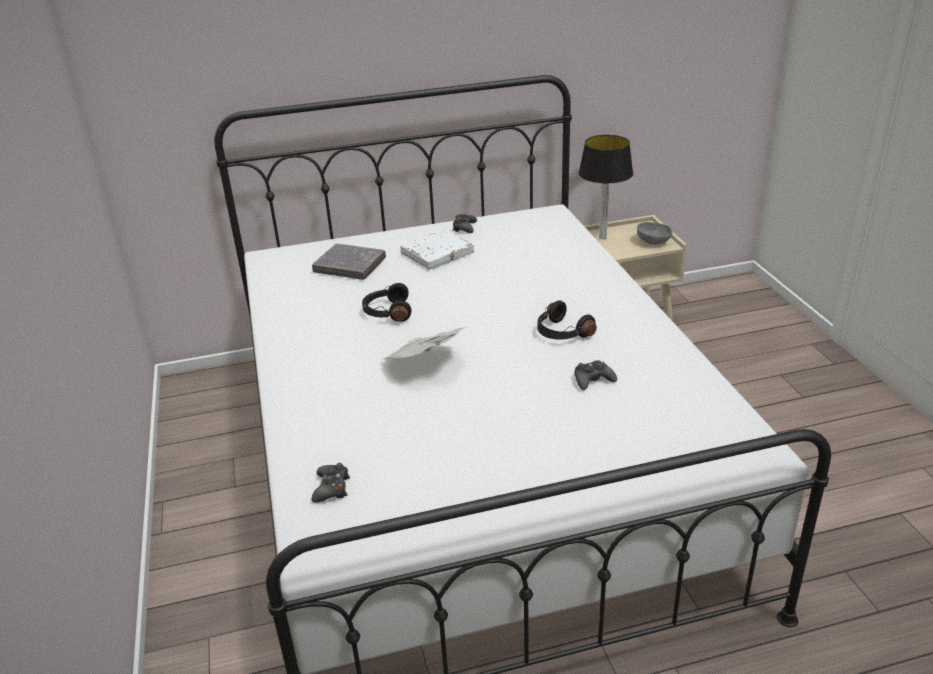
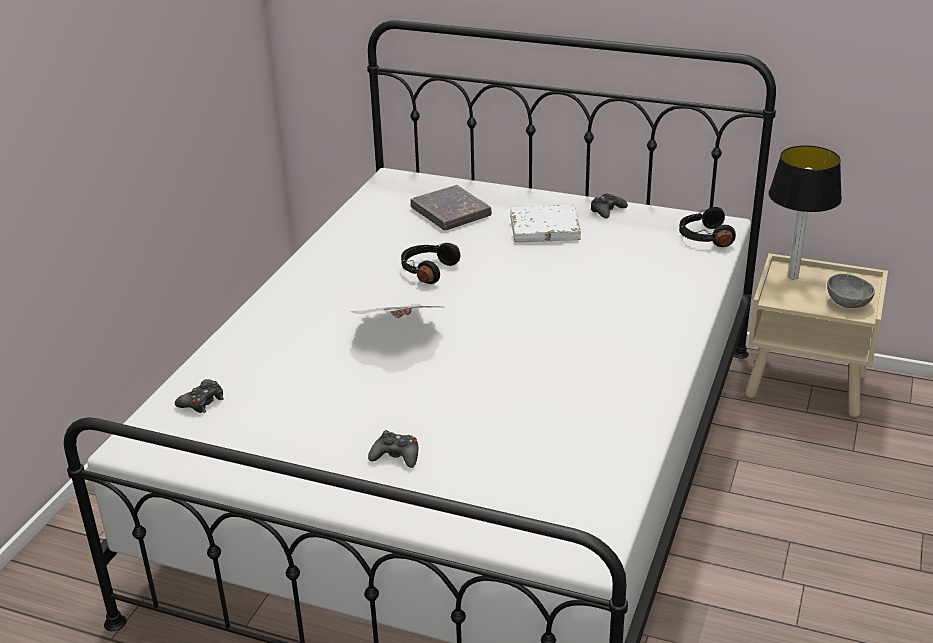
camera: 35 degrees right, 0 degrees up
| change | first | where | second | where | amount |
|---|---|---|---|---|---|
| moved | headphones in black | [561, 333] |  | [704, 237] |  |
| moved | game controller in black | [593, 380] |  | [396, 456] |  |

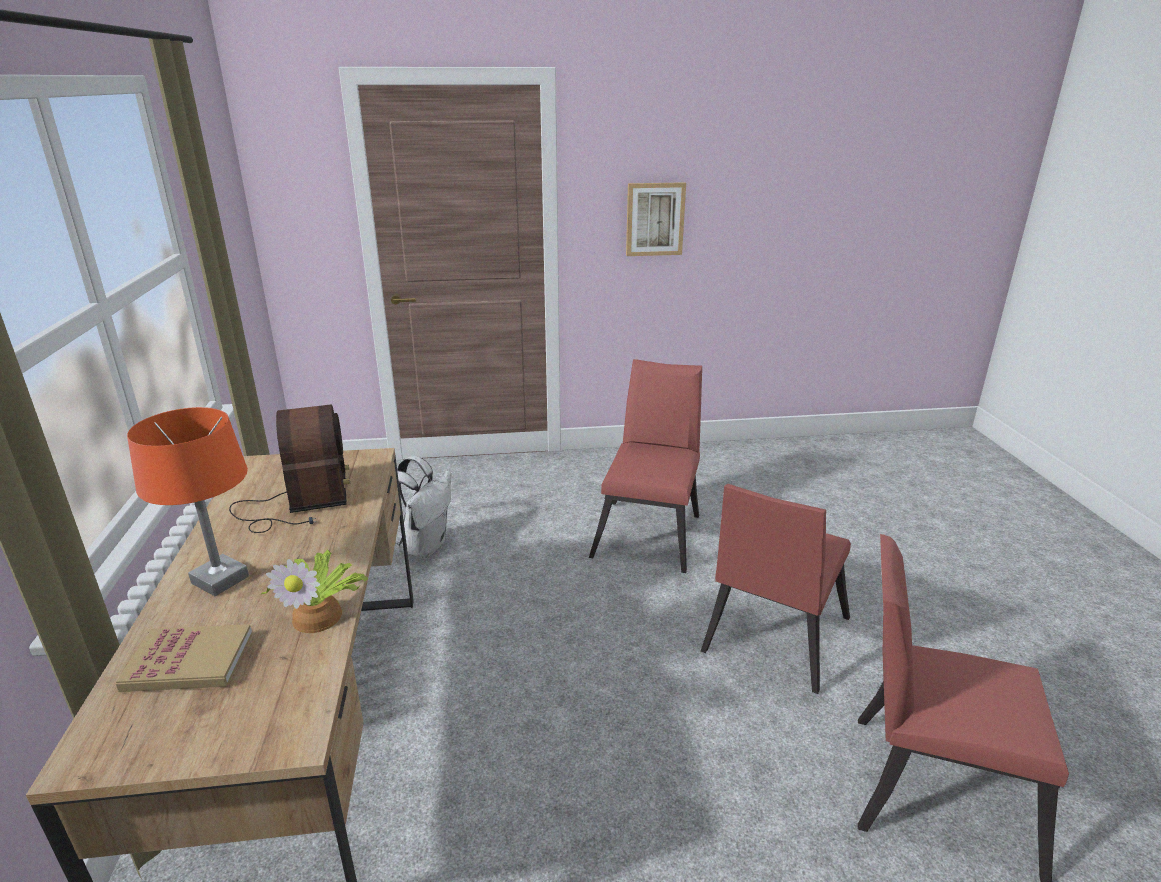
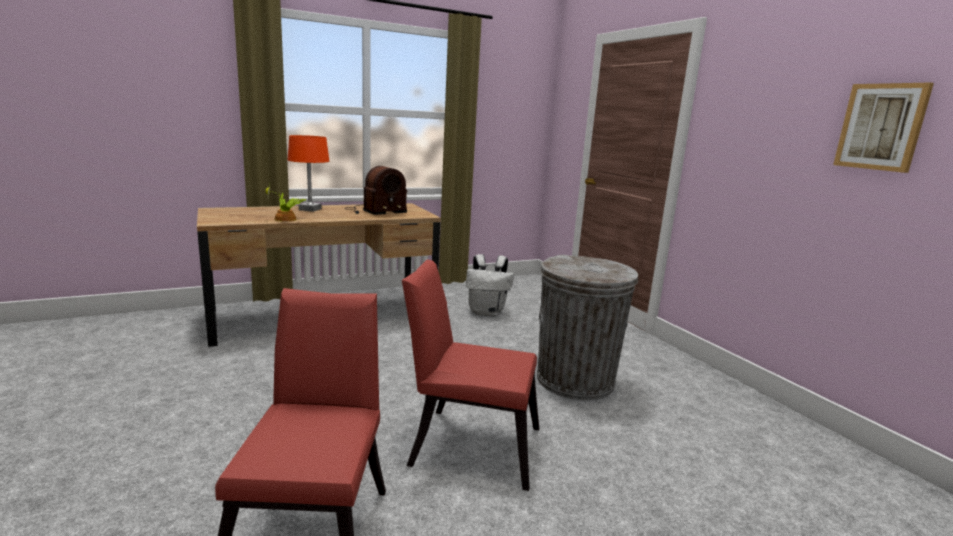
camera: 70 degrees right, 10 degrees down
| change | first | where | second | where | amount |
|---|---|---|---|---|---|
| removed | book | [189, 662] |  |  |  |
| replaced | chair in red | [650, 531] | trash can in grey | [575, 380] |  |
| moved | picture | [654, 219] |  | [881, 127] |  |

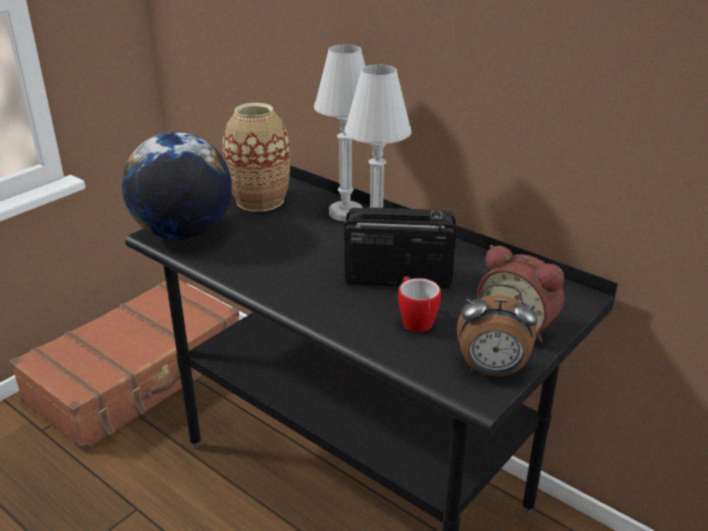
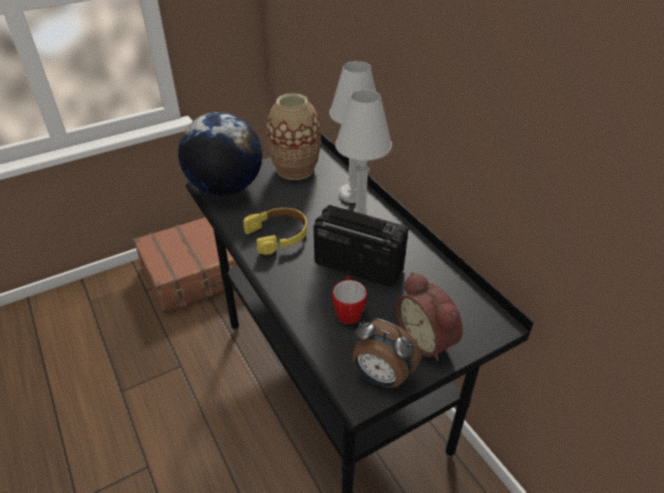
camera: 20 degrees right, 10 degrees up
| change | first | where | second | where | amount |
|---|---|---|---|---|---|
| added |  |  | headphones in yellow | [278, 235] |  |

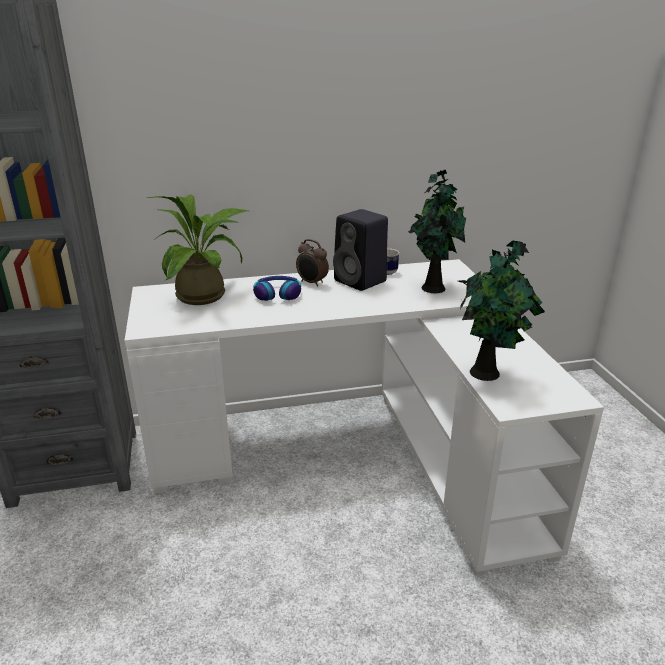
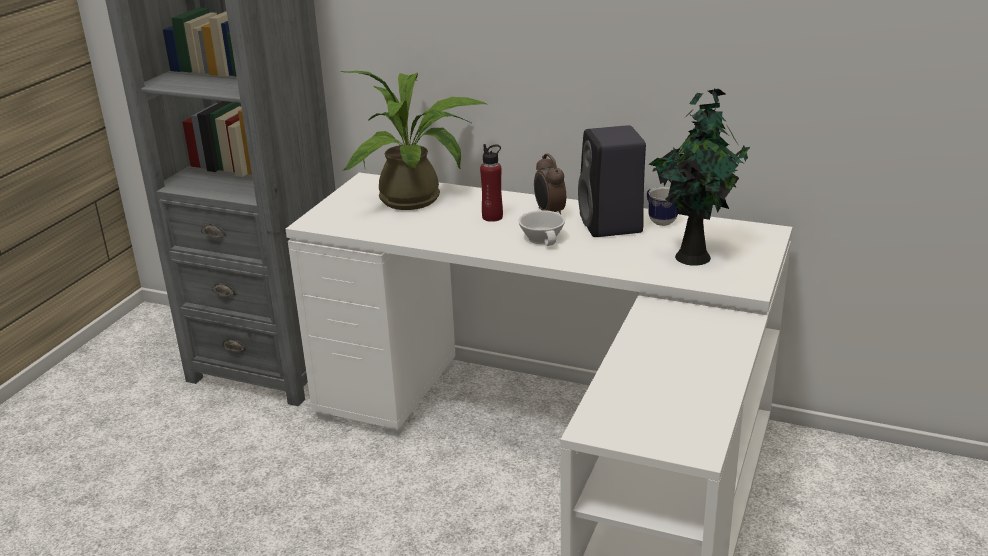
camera: 35 degrees right, 0 degrees up
| change | first | where | second | where | amount |
|---|---|---|---|---|---|
| replaced | headphones | [277, 294] | bottle in red | [492, 217] |  |
| removed | potted plant | [487, 373] |  |  |  |
| added |  |  | cup in white | [544, 238] |  |

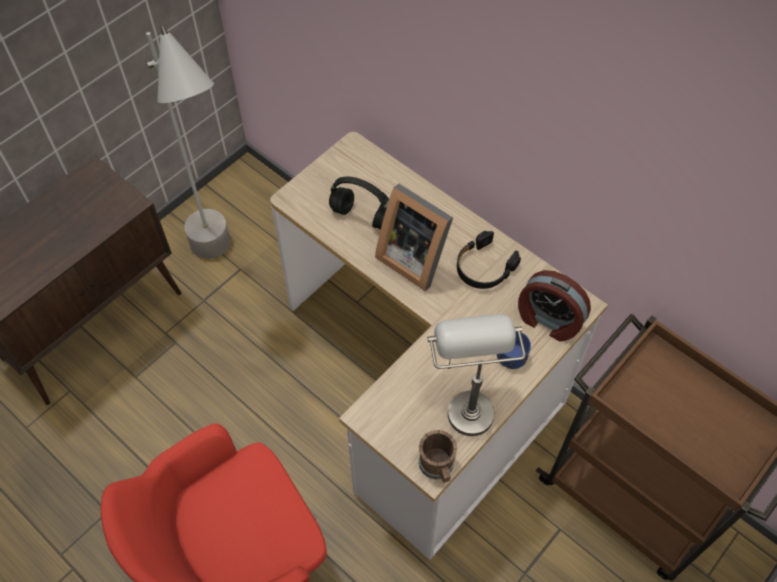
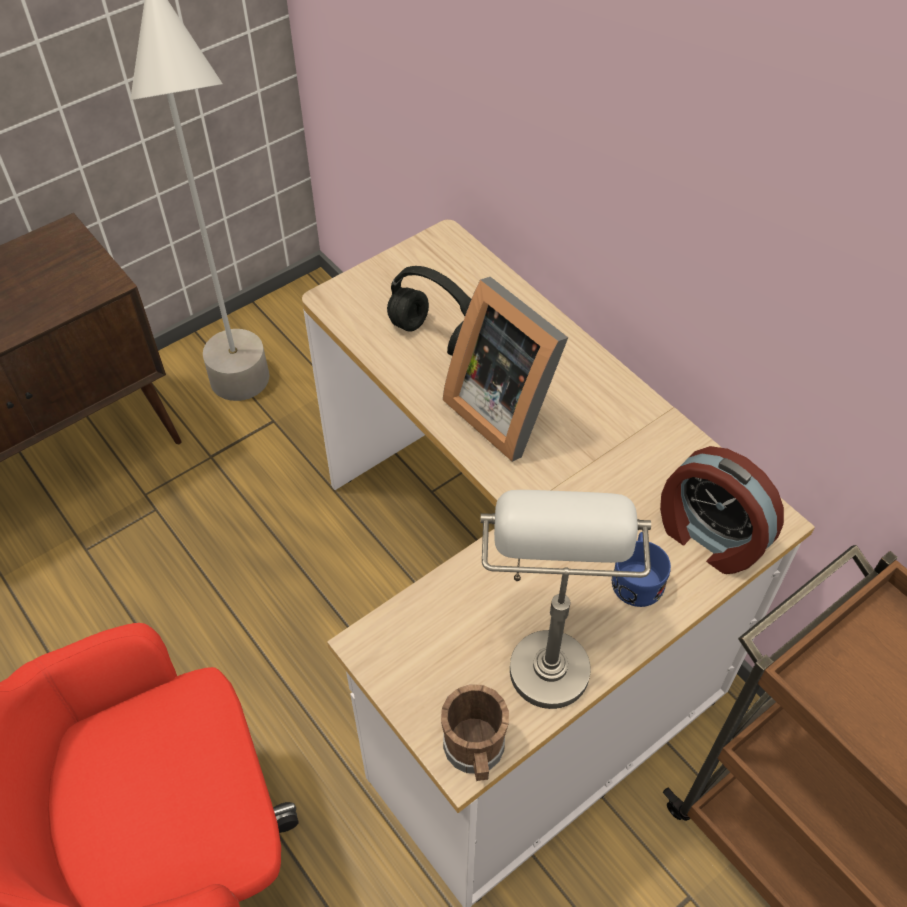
camera: 10 degrees right, 5 degrees down
| change | first | where | second | where | amount |
|---|---|---|---|---|---|
| removed | headphones in black | [484, 267] |  |  |  |

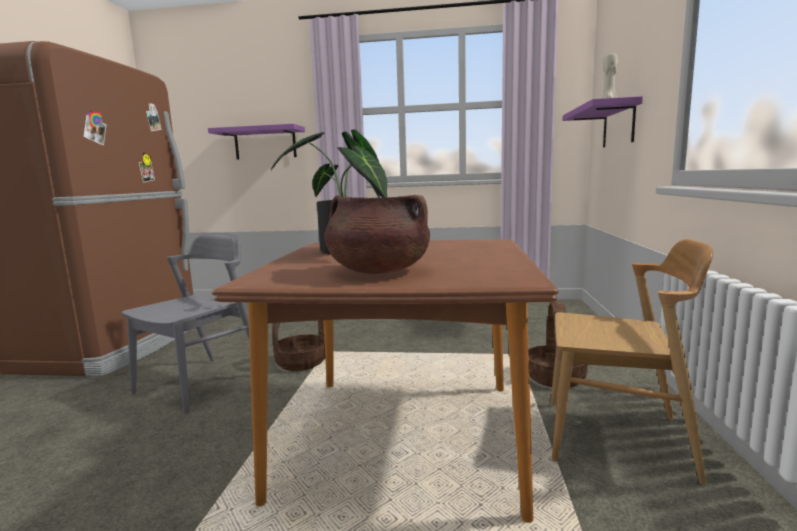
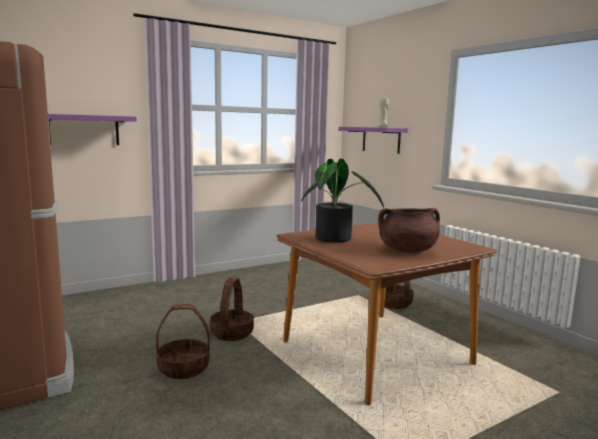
camera: 40 degrees left, 0 degrees up
| change | first | where | second | where | amount |
|---|---|---|---|---|---|
| replaced | chair in grey | [202, 383] | basket | [184, 368] |  |
| removed | chair in brown | [617, 439] |  |  |  |

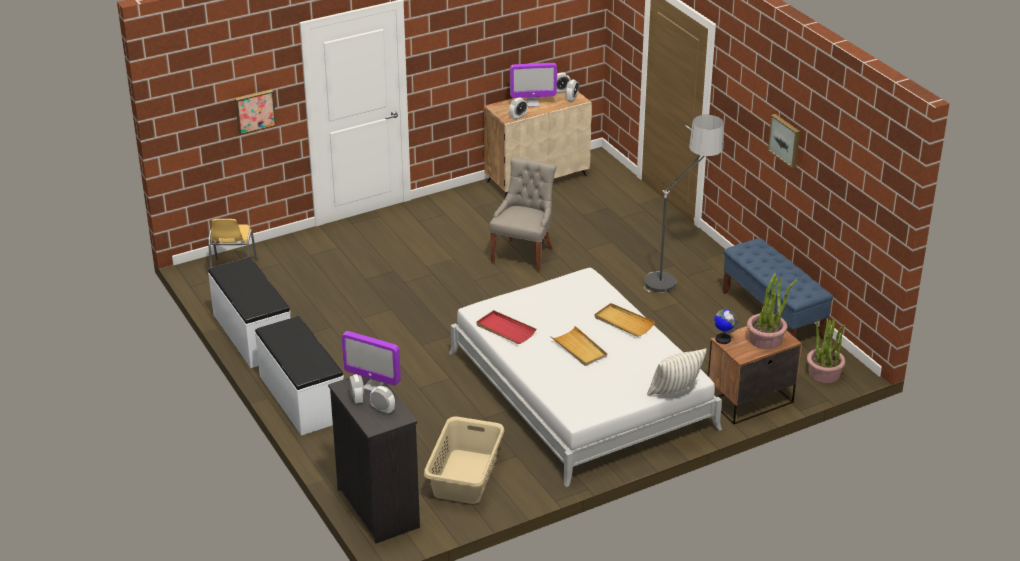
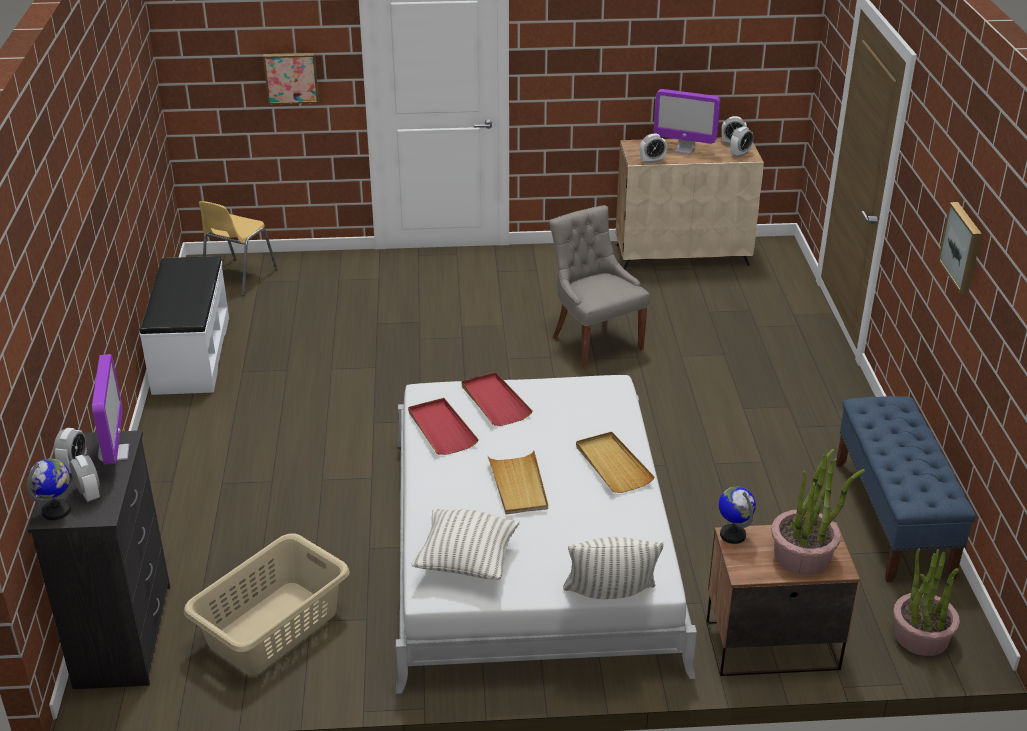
camera: 25 degrees right, 0 degrees up
| change | first | where | second | where | amount |
|---|---|---|---|---|---|
| removed | bench in white | [301, 398] |  |  |  |
| turned | monitor | [373, 385] |  | [114, 453] | 150 degrees counterclockwise |
| turned | chair in grey | [524, 255] |  | [594, 342] | 75 degrees counterclockwise |
| removed | floor lamp | [677, 274] |  |  |  |
| added |  |  | globe | [57, 511] |  |
| added |  |  | pillow | [466, 562] |  |
| added |  |  | tray in red | [495, 401] |  |

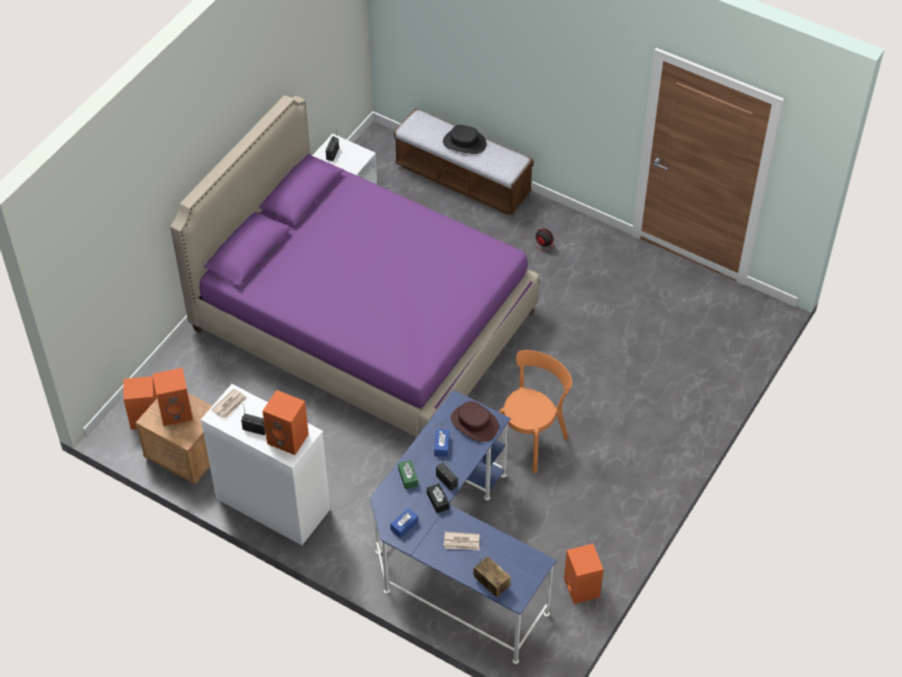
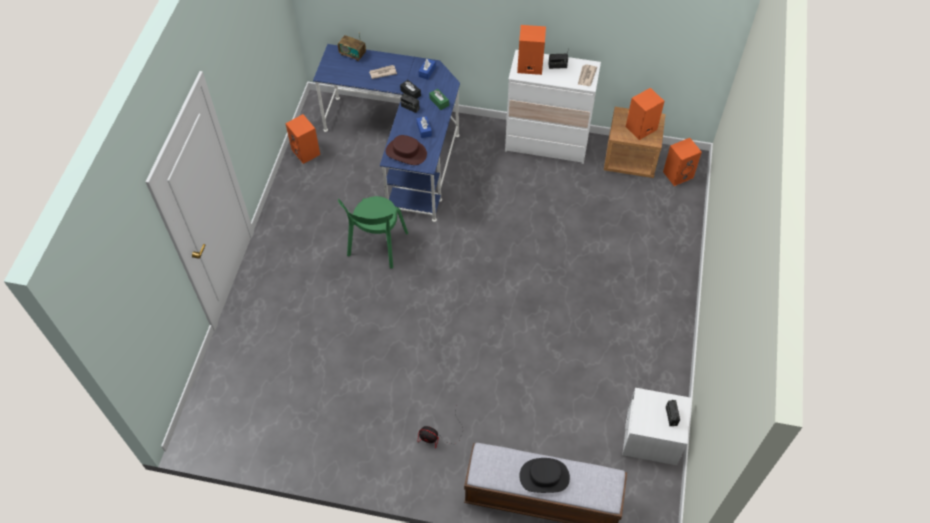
camera: 160 degrees right, 5 degrees up
| change | first | where | second | where | amount |
|---|---|---|---|---|---|
| removed | bed in purple | [364, 321] |  |  |  |
| recoloured | chair in orange | [531, 438] | chair in green | [376, 246] |  |

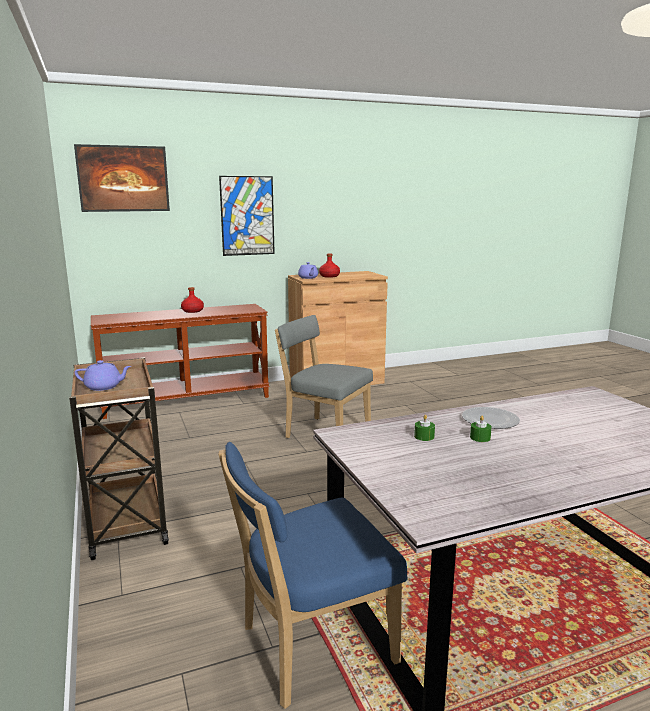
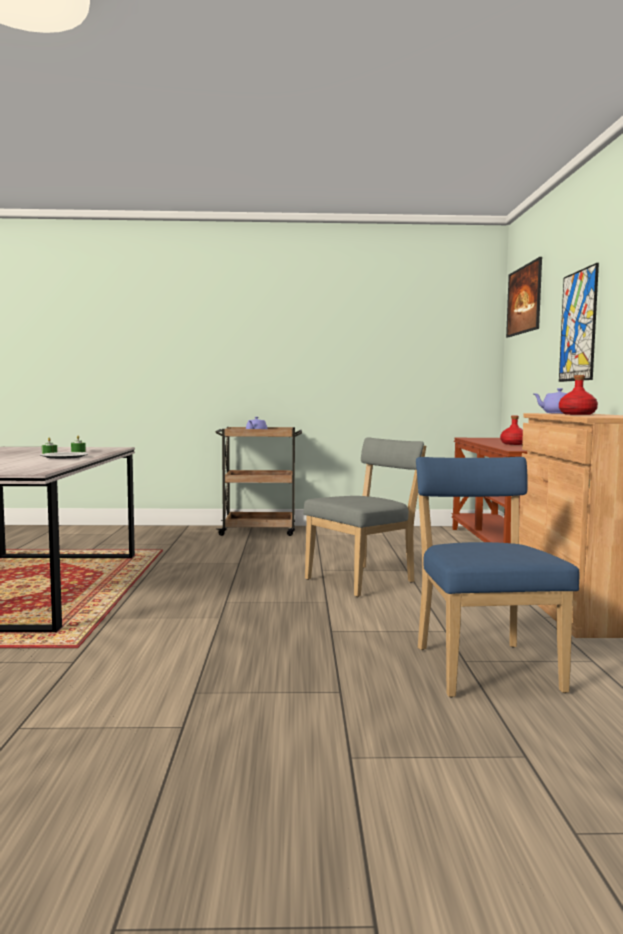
camera: 110 degrees right, 10 degrees down
| change | first | where | second | where | amount |
|---|---|---|---|---|---|
| moved | chair in blue | [310, 647] |  | [483, 666] |  |

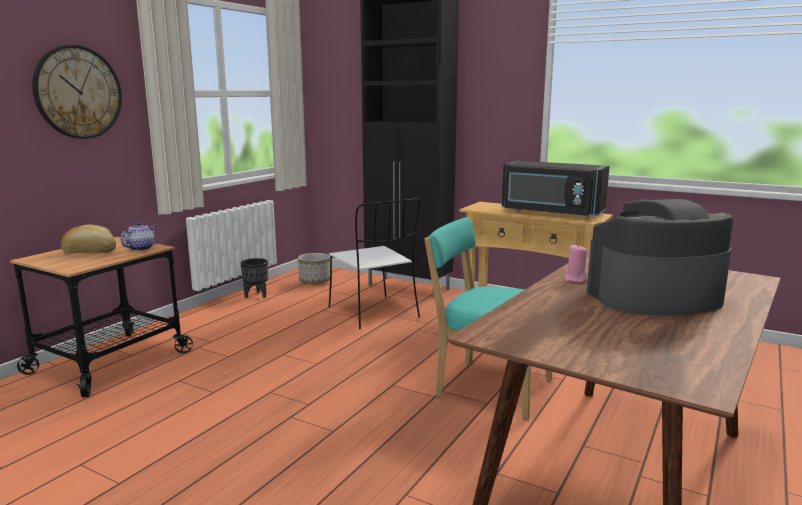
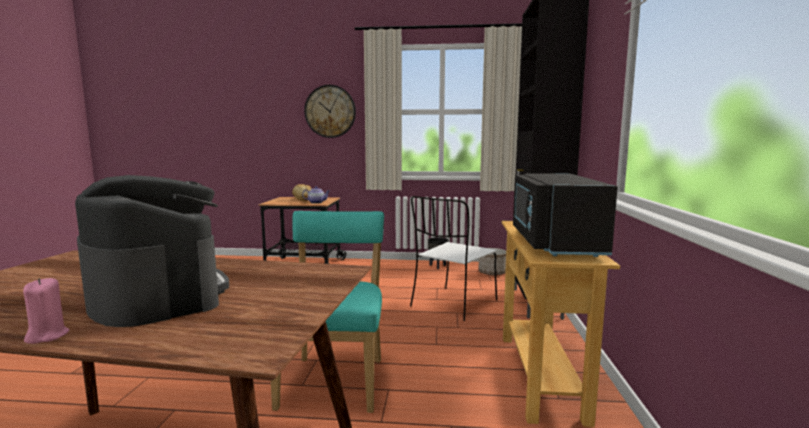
camera: 65 degrees right, 5 degrees down
| change | first | where | second | where | amount |
|---|---|---|---|---|---|
| moved | candle in pink | [575, 279] |  | [47, 336] |  |

